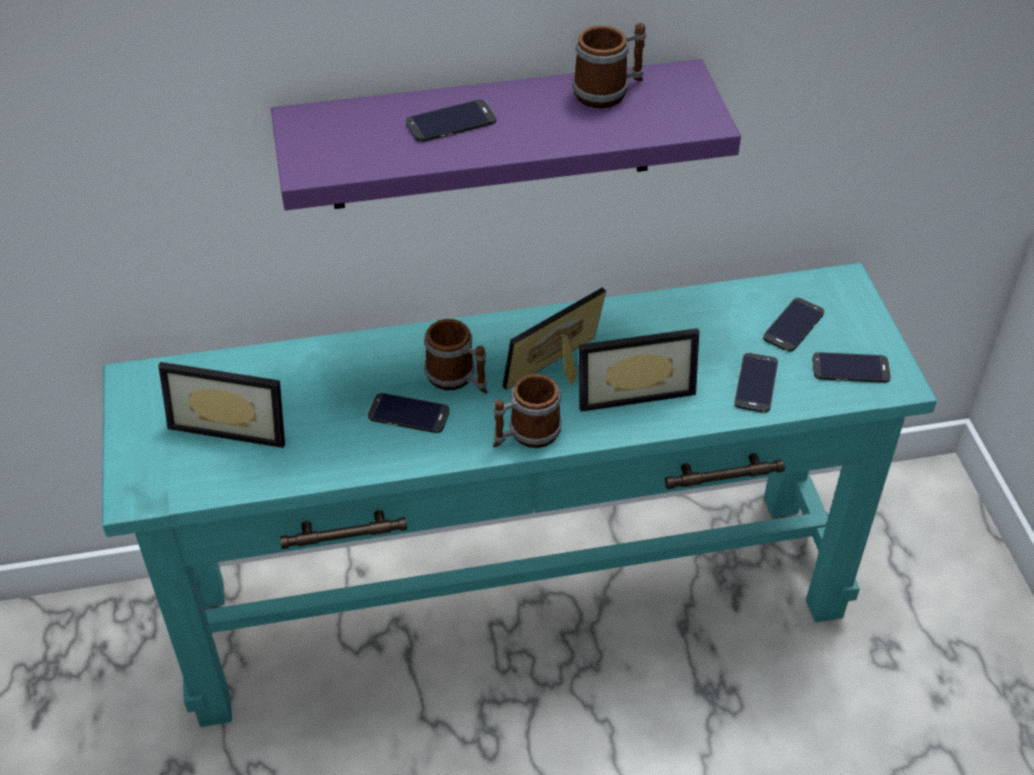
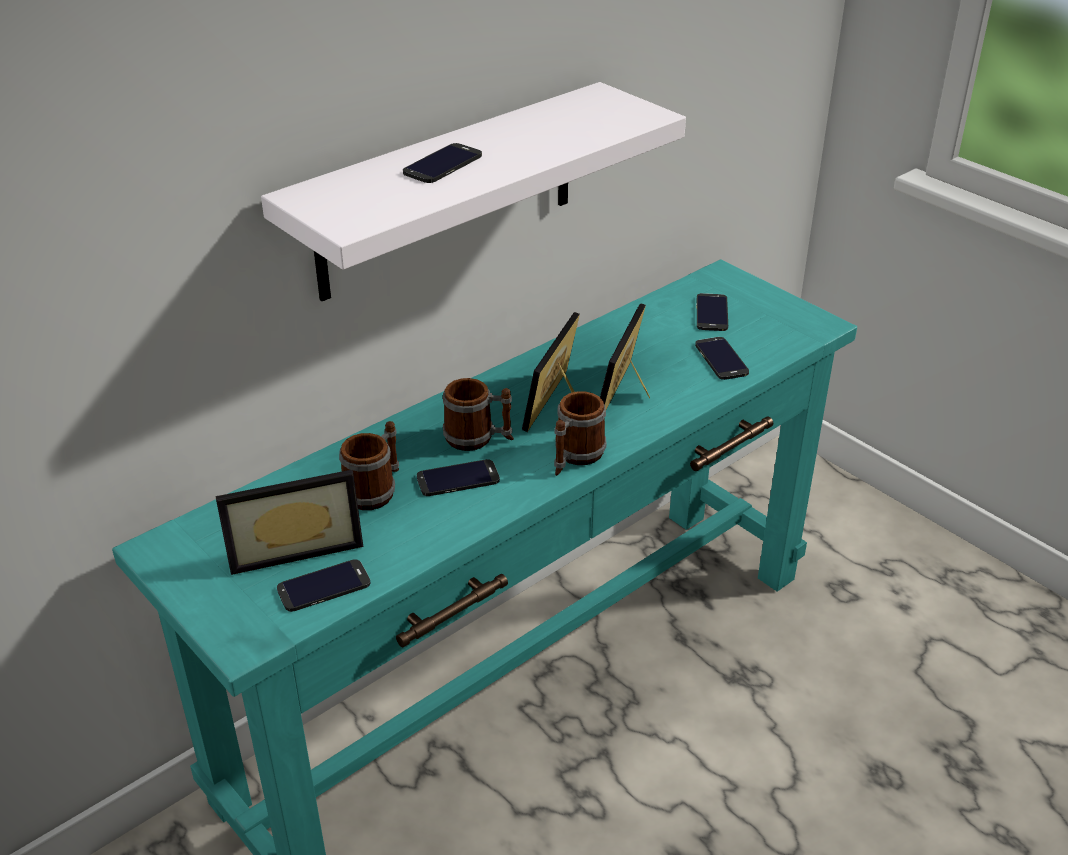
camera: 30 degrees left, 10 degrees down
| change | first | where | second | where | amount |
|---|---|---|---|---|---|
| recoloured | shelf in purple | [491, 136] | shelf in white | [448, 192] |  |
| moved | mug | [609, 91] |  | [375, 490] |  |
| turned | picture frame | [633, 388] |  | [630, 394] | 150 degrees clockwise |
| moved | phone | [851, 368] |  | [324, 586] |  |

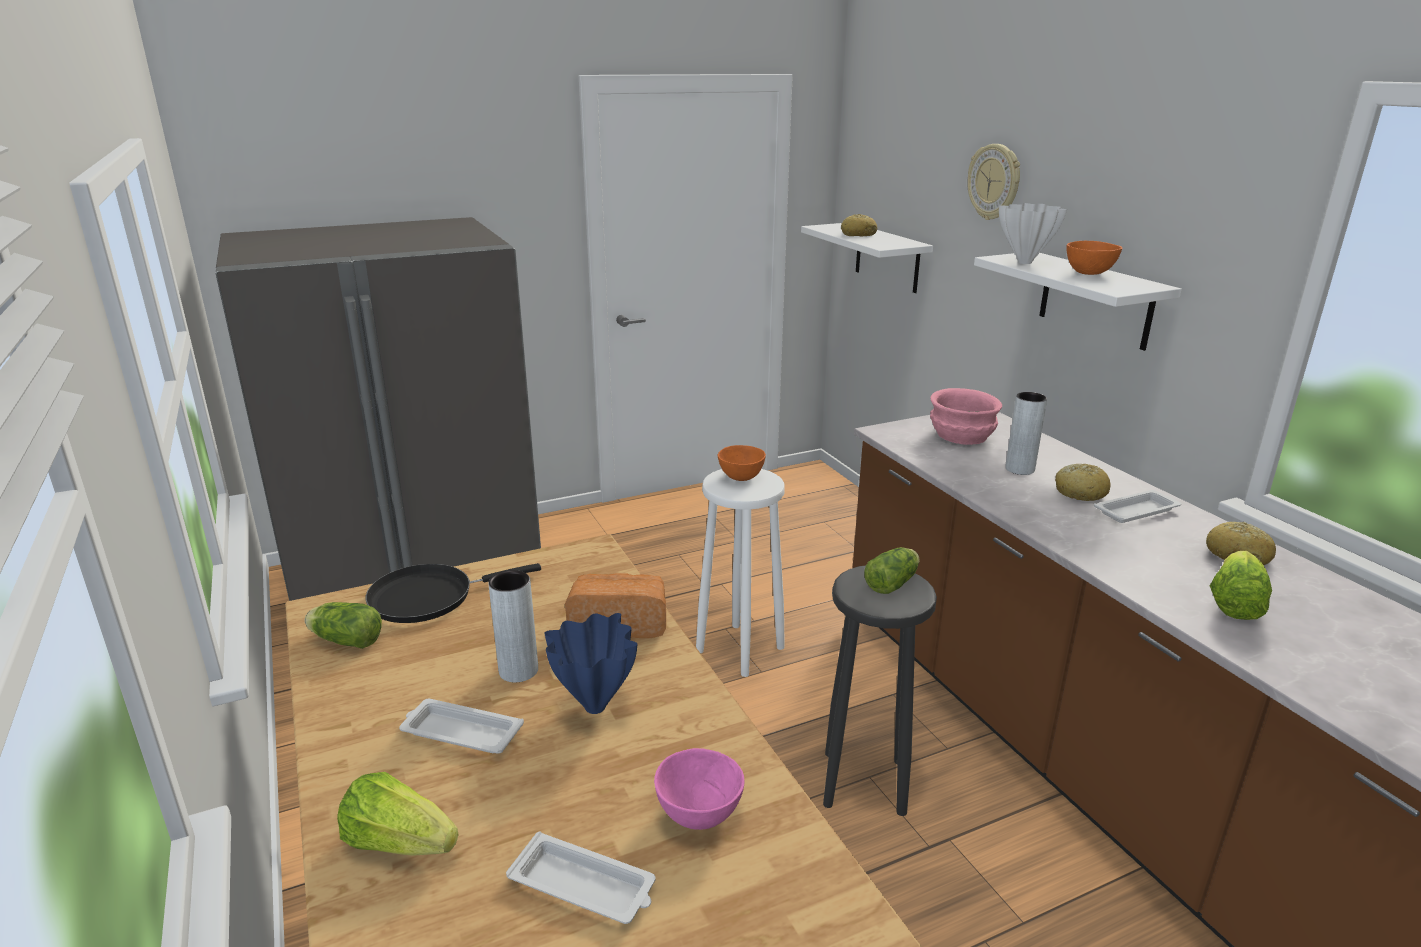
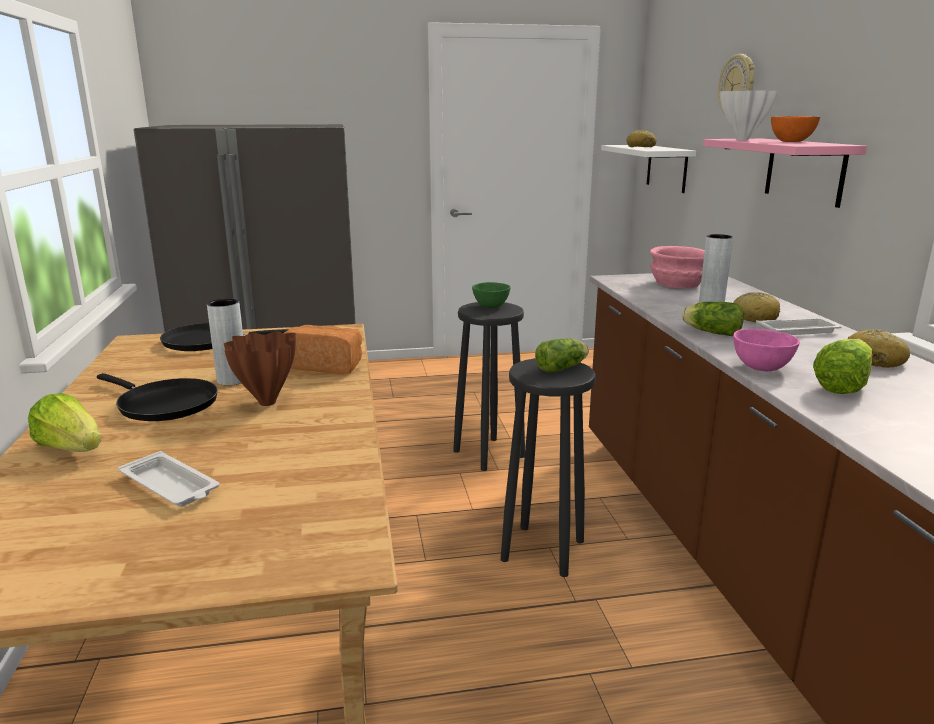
camera: 15 degrees right, 5 degrees down
| change | first | where | second | where | amount |
|---|---|---|---|---|---|
| moved | lettuce | [344, 640] |  | [710, 332] |  |
| replaced | tray in white | [460, 732] | frying pan in black | [164, 404] |  |
| recoloured | vase in blue | [594, 708] | vase in brown | [266, 403] |  |
| moved | bowl in pink | [698, 814] |  | [760, 368] |  |
| recoloured | stool in white | [739, 648] | stool in black | [488, 453] |  |
| recoloured | bowl in orange | [740, 478] | bowl in green | [490, 306] |  |
| recoloured | shelf in white | [1095, 300] | shelf in pink | [804, 171] |  |

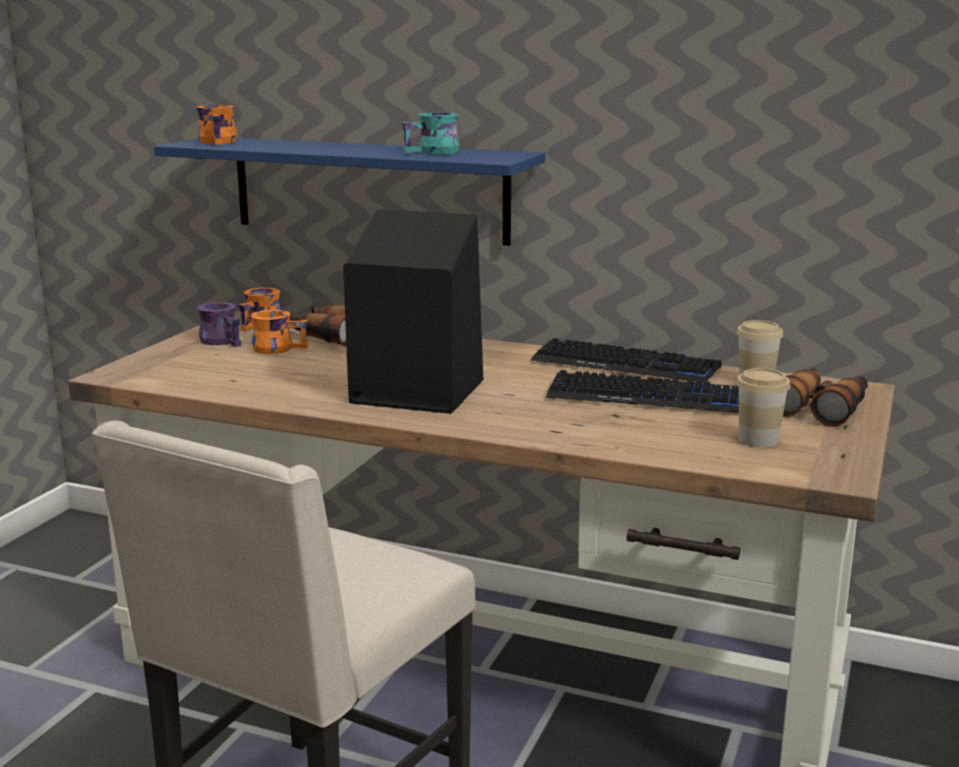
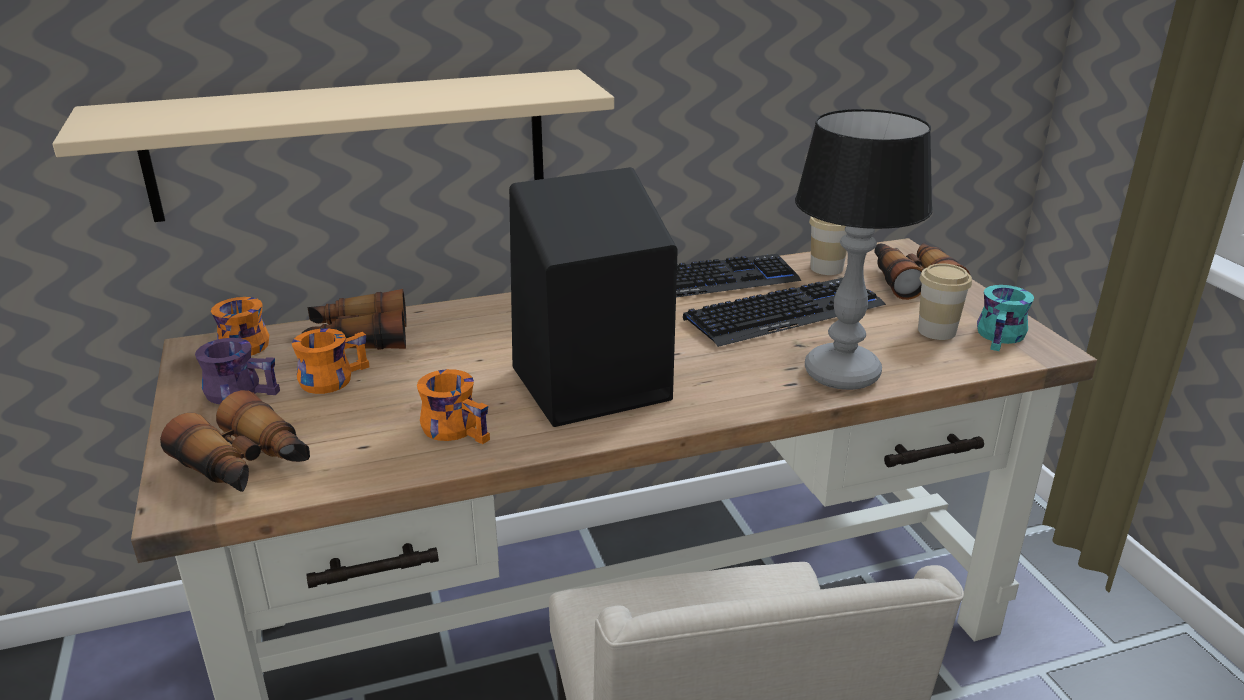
camera: 40 degrees left, 10 degrees up
| change | first | where | second | where | amount |
|---|---|---|---|---|---|
| recoloured | shelf in blue | [369, 189] | shelf in beige | [351, 144] |  |
| moved | mug in orange | [221, 142] |  | [459, 427] |  |
| moved | mug in turquoise | [433, 152] |  | [1003, 337] |  |
| added |  |  | binoculars | [246, 465] |  |
| added |  |  | table lamp | [841, 373] |  |

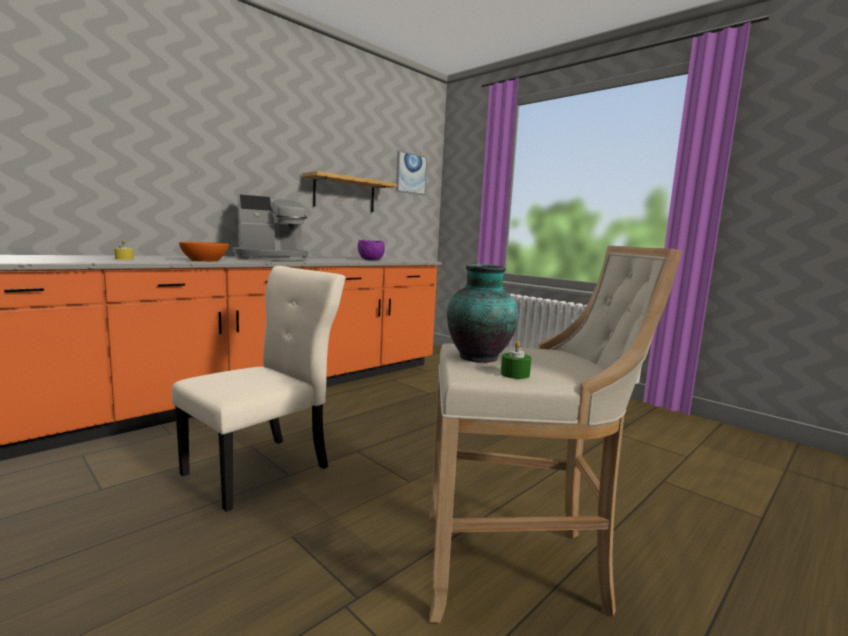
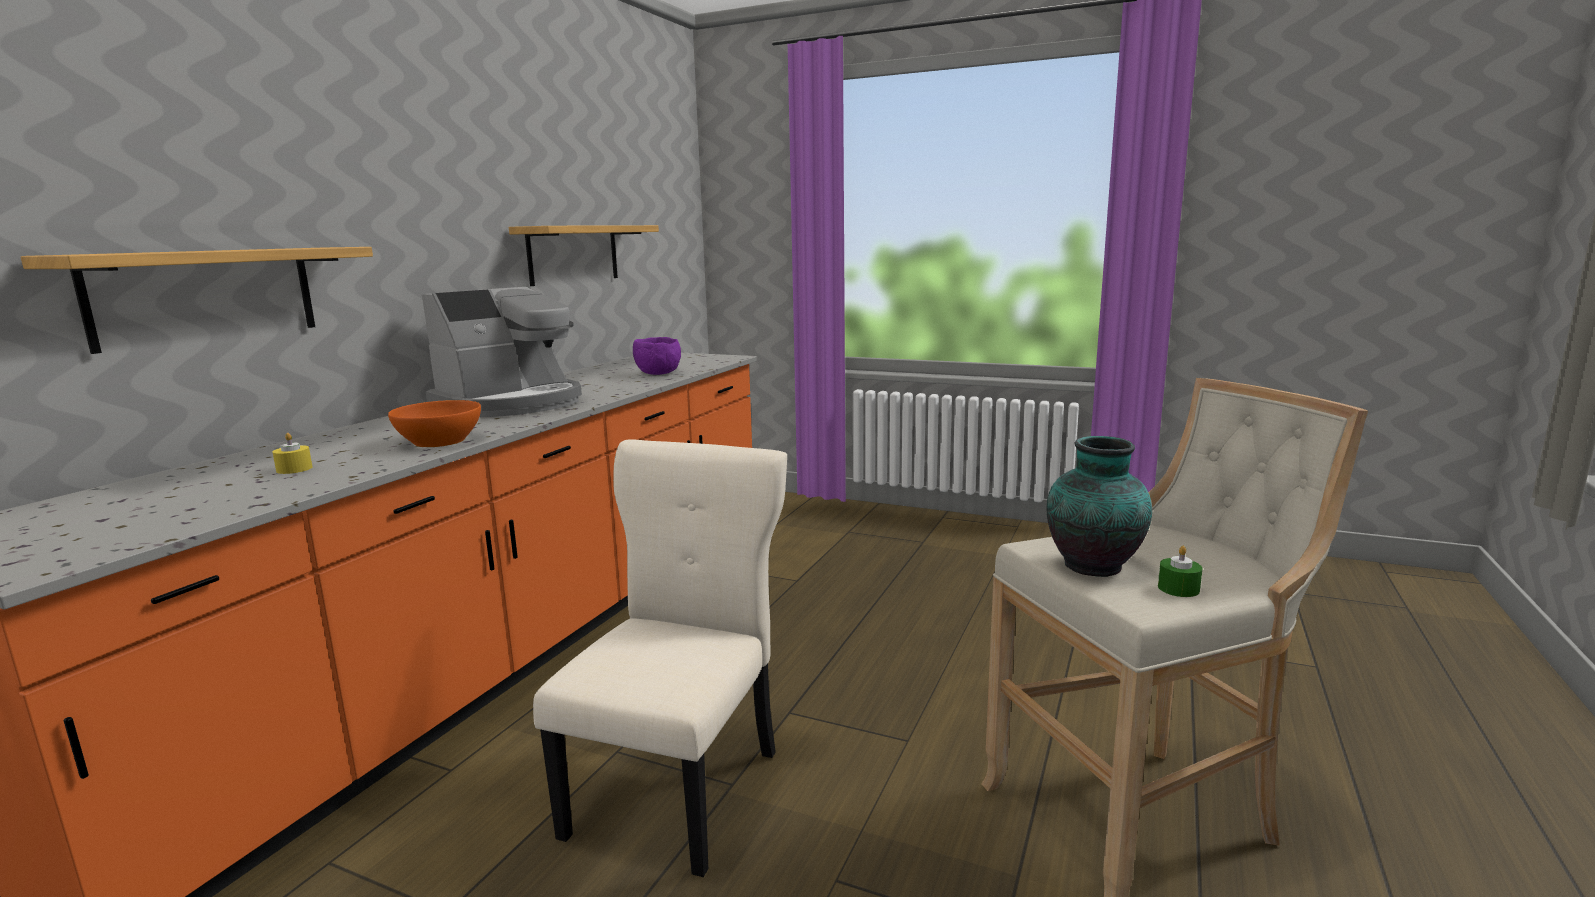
camera: 20 degrees left, 5 degrees up
| change | first | where | second | where | amount |
|---|---|---|---|---|---|
| removed | picture | [410, 173] |  |  |  |
| added |  |  | shelf | [206, 295] |  |

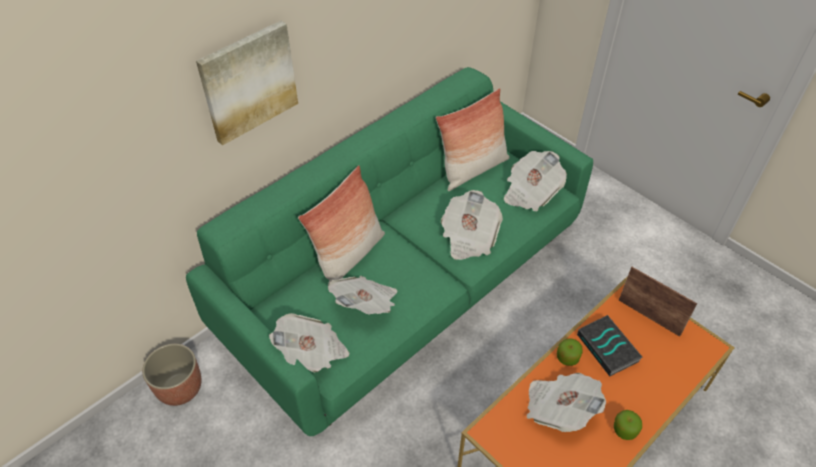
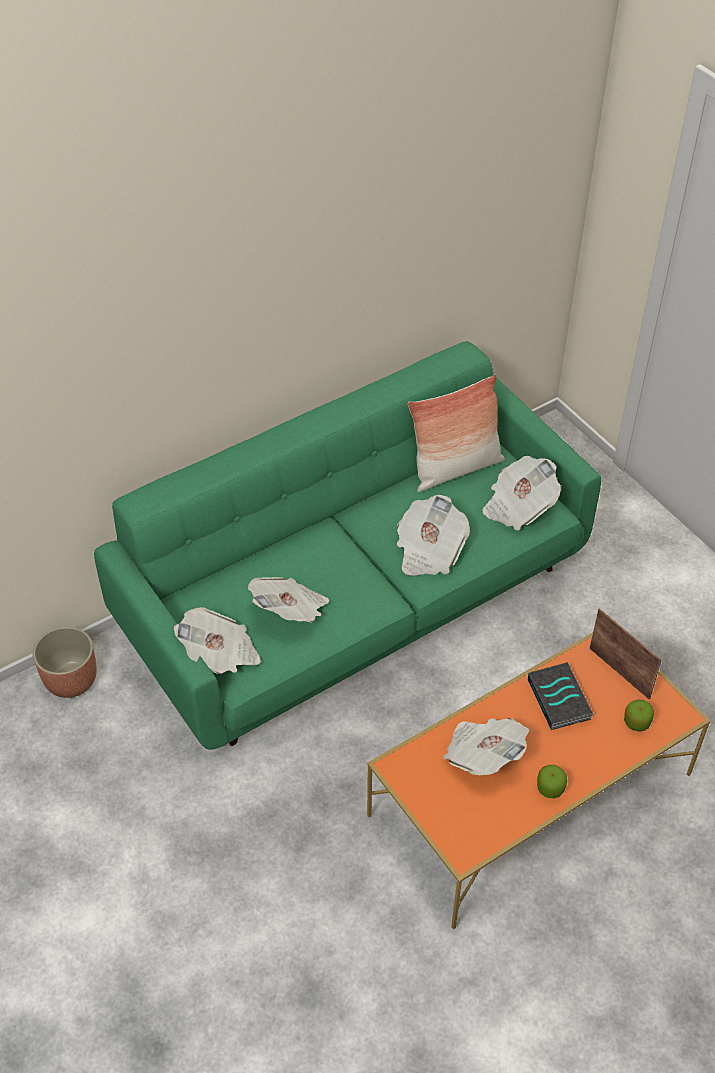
camera: 10 degrees right, 0 degrees up
| change | first | where | second | where | amount |
|---|---|---|---|---|---|
| removed | picture | [248, 82] |  |  |  |
| removed | pillow | [349, 256] |  |  |  |
| moved | apple | [567, 358] |  | [636, 722] |  |

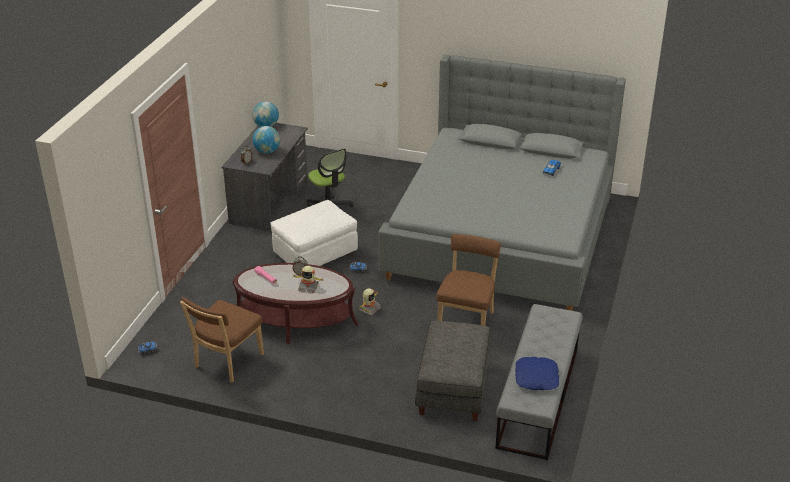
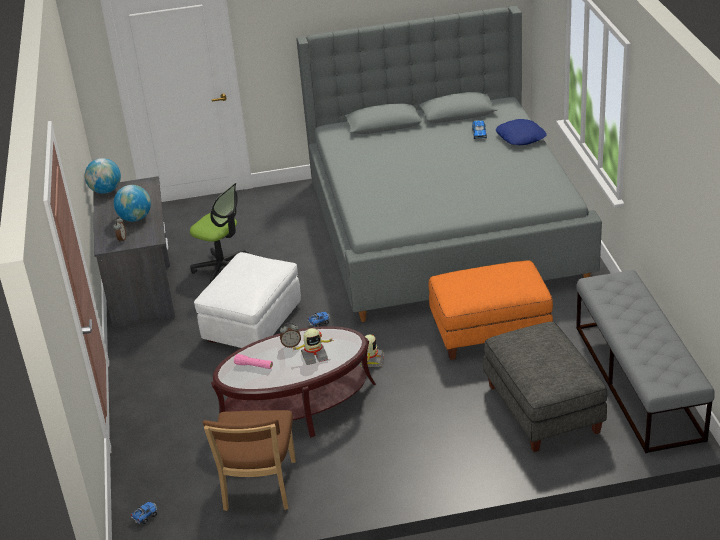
camera: 25 degrees left, 0 degrees up
| change | first | where | second | where | amount |
|---|---|---|---|---|---|
| replaced | chair in brown | [467, 320] | ottoman in orange | [490, 331] |  |
| moved | pillow in blue | [537, 378] |  | [521, 137] |  |

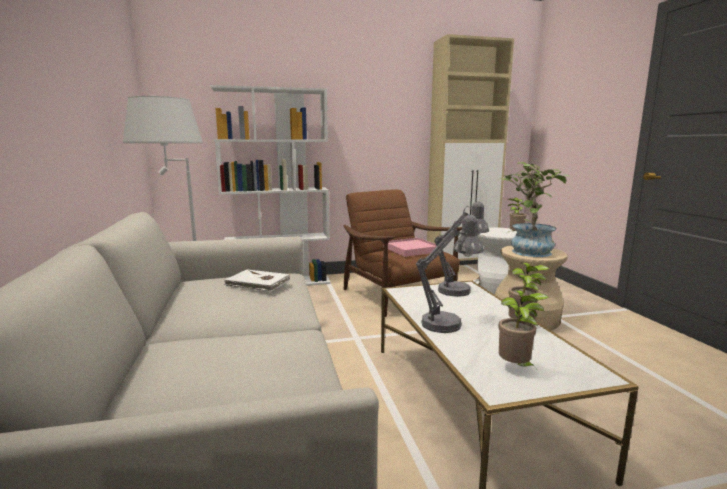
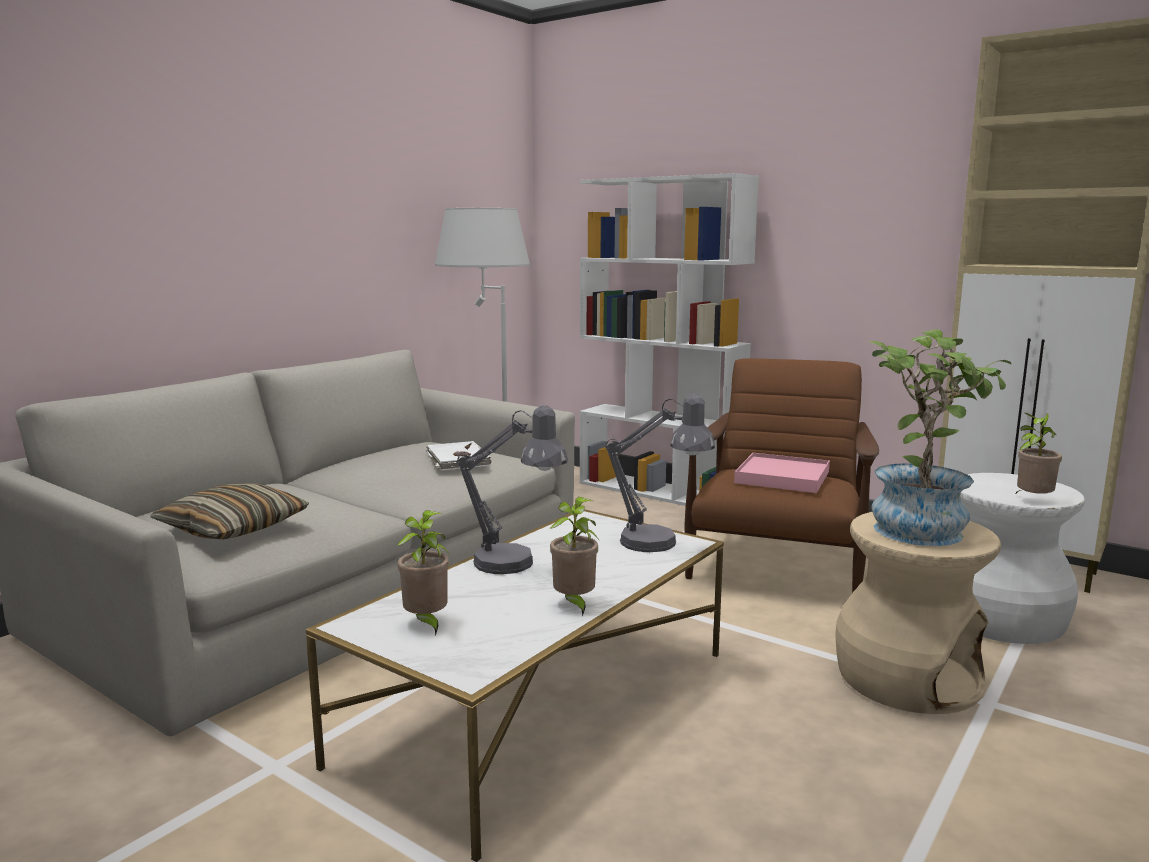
camera: 50 degrees right, 0 degrees up
| change | first | where | second | where | amount |
|---|---|---|---|---|---|
| added |  |  | pillow | [233, 528] |  |

